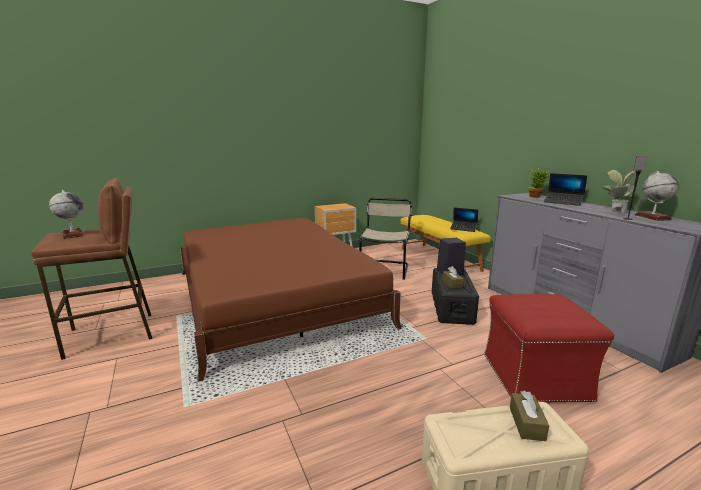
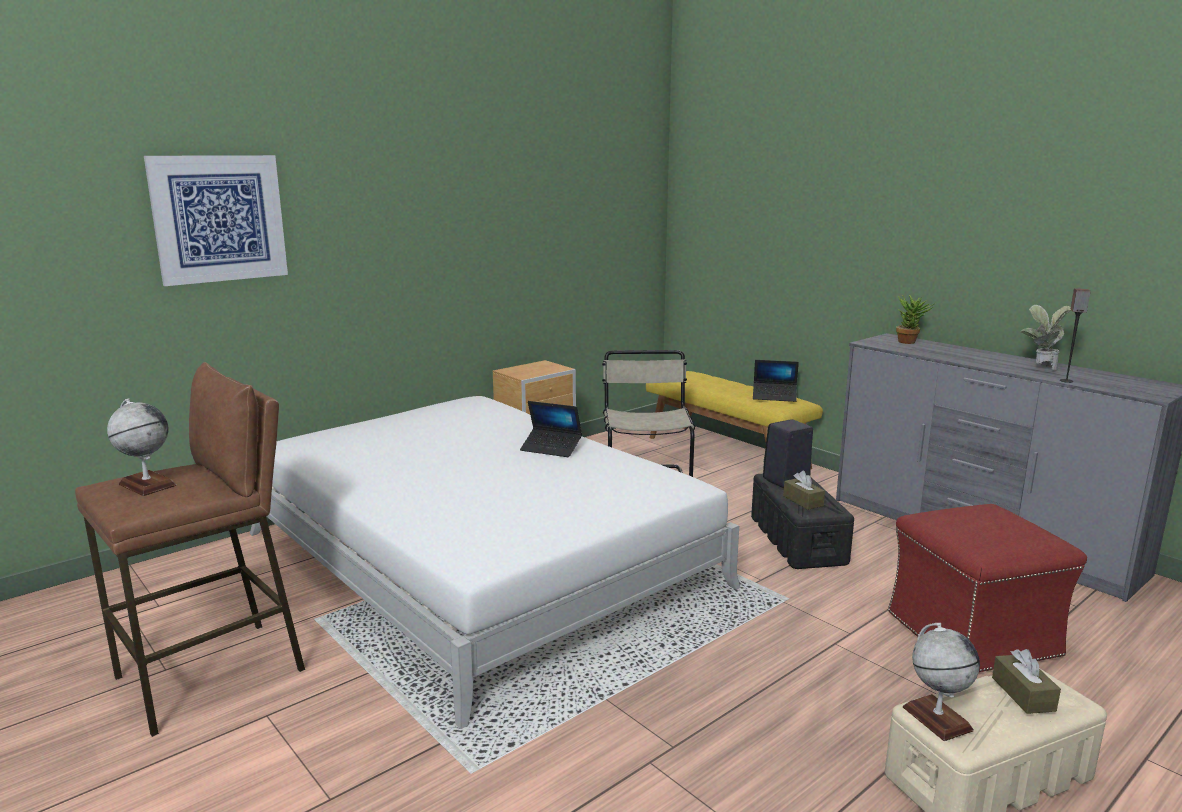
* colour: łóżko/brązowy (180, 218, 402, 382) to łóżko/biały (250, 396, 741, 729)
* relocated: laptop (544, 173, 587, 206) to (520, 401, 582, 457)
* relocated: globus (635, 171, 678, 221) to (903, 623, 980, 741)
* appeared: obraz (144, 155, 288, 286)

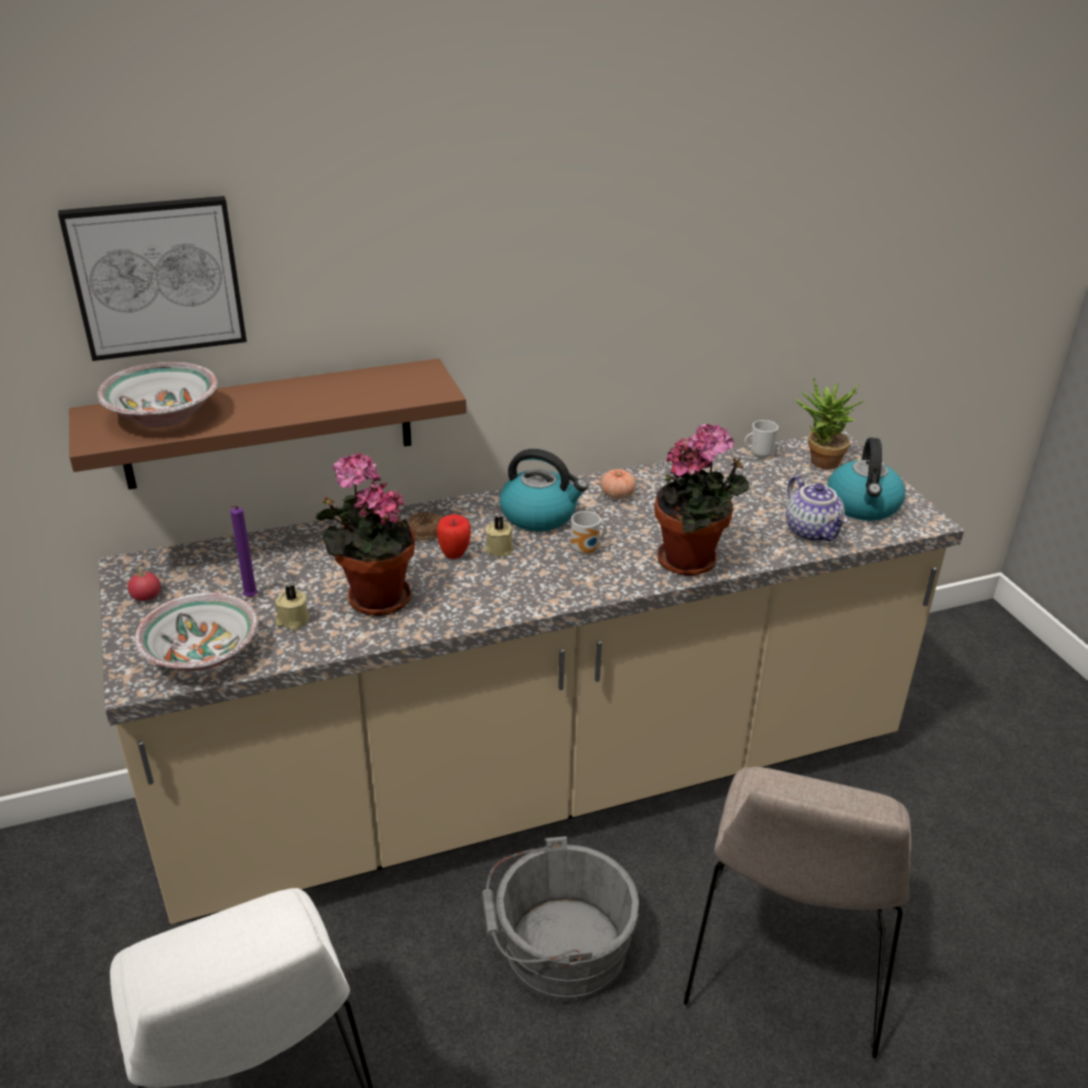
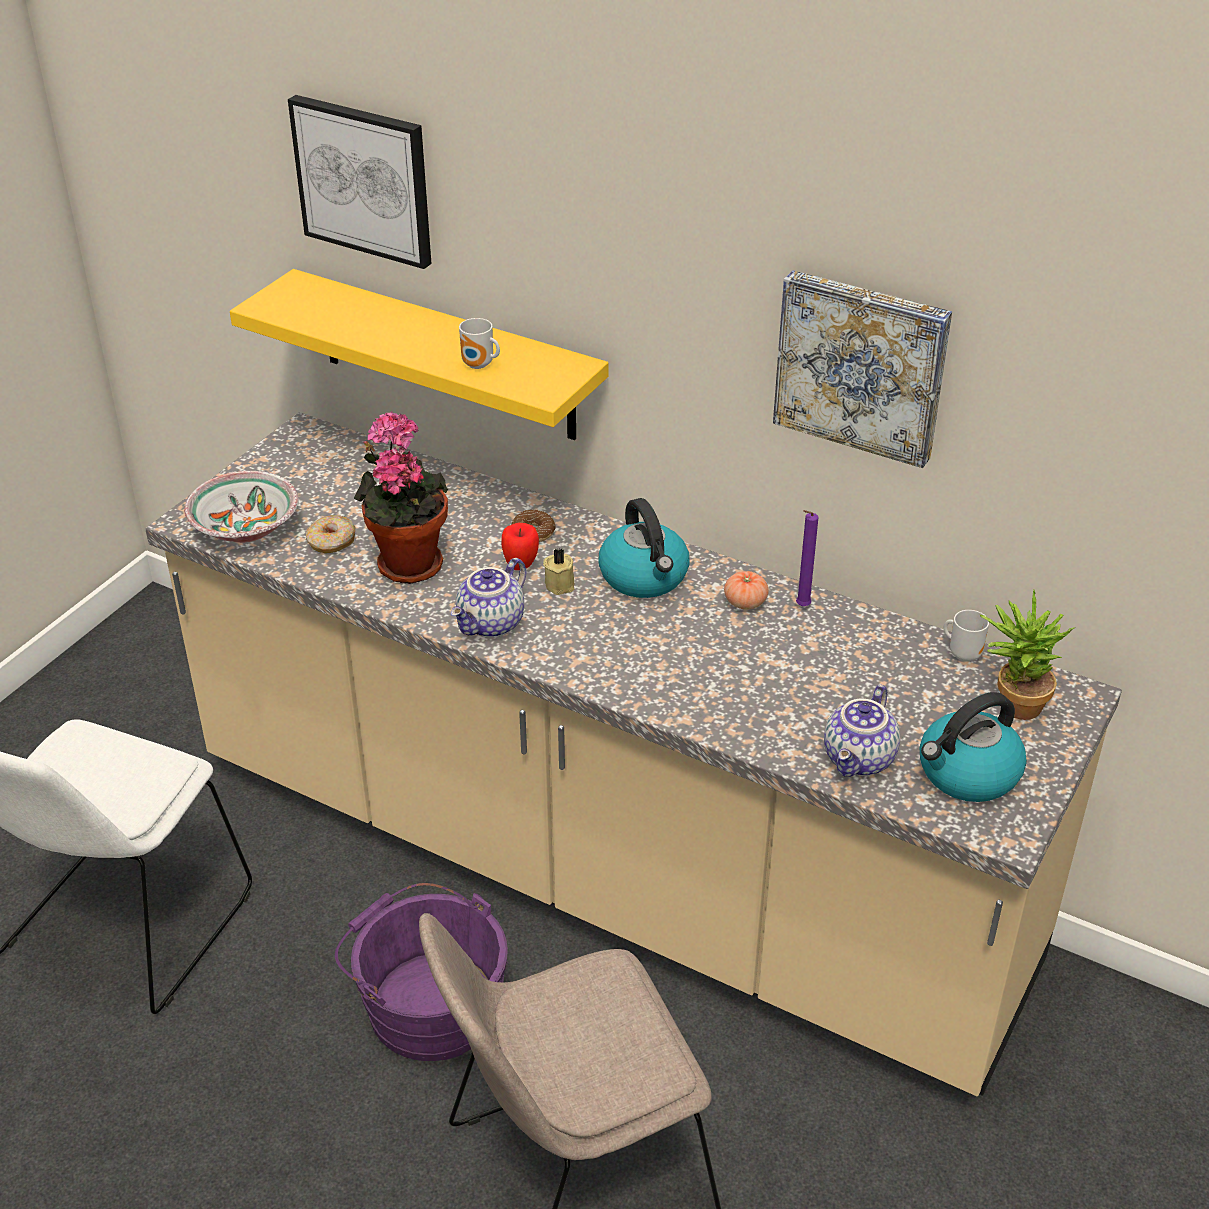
* colour: półka/brązowy (69, 359, 466, 489) to półka/żółty (230, 269, 609, 440)
* missing: miska (97, 362, 218, 428)
* missing: pomidor (128, 567, 161, 601)
* relocated: świeca/fioletowy (230, 505, 258, 597) to (796, 510, 819, 606)
* exchanged: świeca/beżowy (275, 584, 310, 630) to donut (306, 515, 355, 553)
* colour: wiadro/szary (482, 836, 639, 1003) to wiadro/fioletowy (335, 883, 508, 1061)
* relocated: kubek (571, 511, 607, 555) to (459, 318, 500, 369)
* missing: roślina doniczkowa (654, 424, 749, 576)
* appeared: imbryk (451, 558, 526, 638)
* appeared: obraz (773, 270, 952, 468)

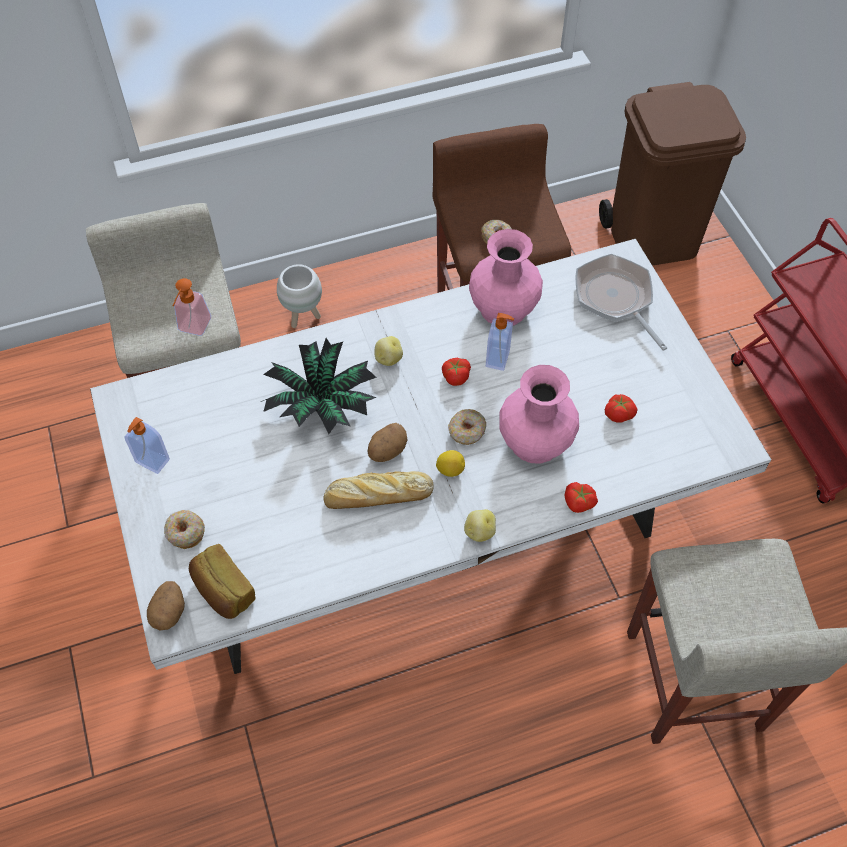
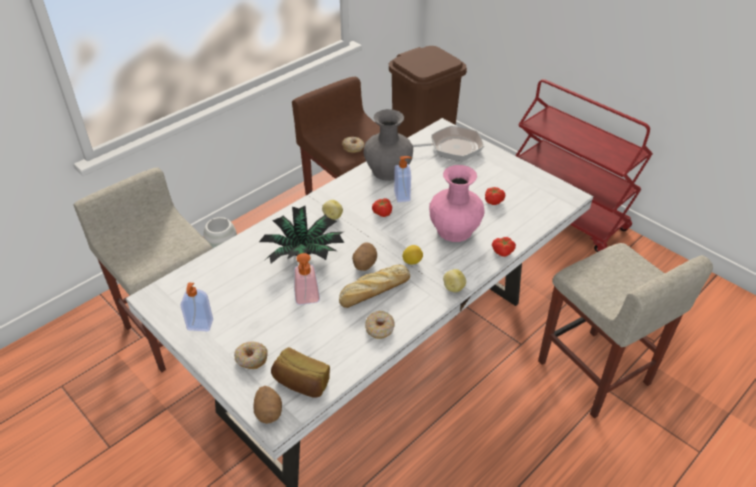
* relocated: dozownik mydła (173, 278, 211, 336) to (294, 253, 320, 305)
* relocated: donut (448, 409, 486, 445) to (365, 311, 395, 339)
* colour: wazon/różowy (469, 229, 543, 325) to wazon/szary (364, 109, 413, 181)
* spun: patelnia (576, 254, 667, 351) = (412, 126, 484, 161) 135 degrees clockwise

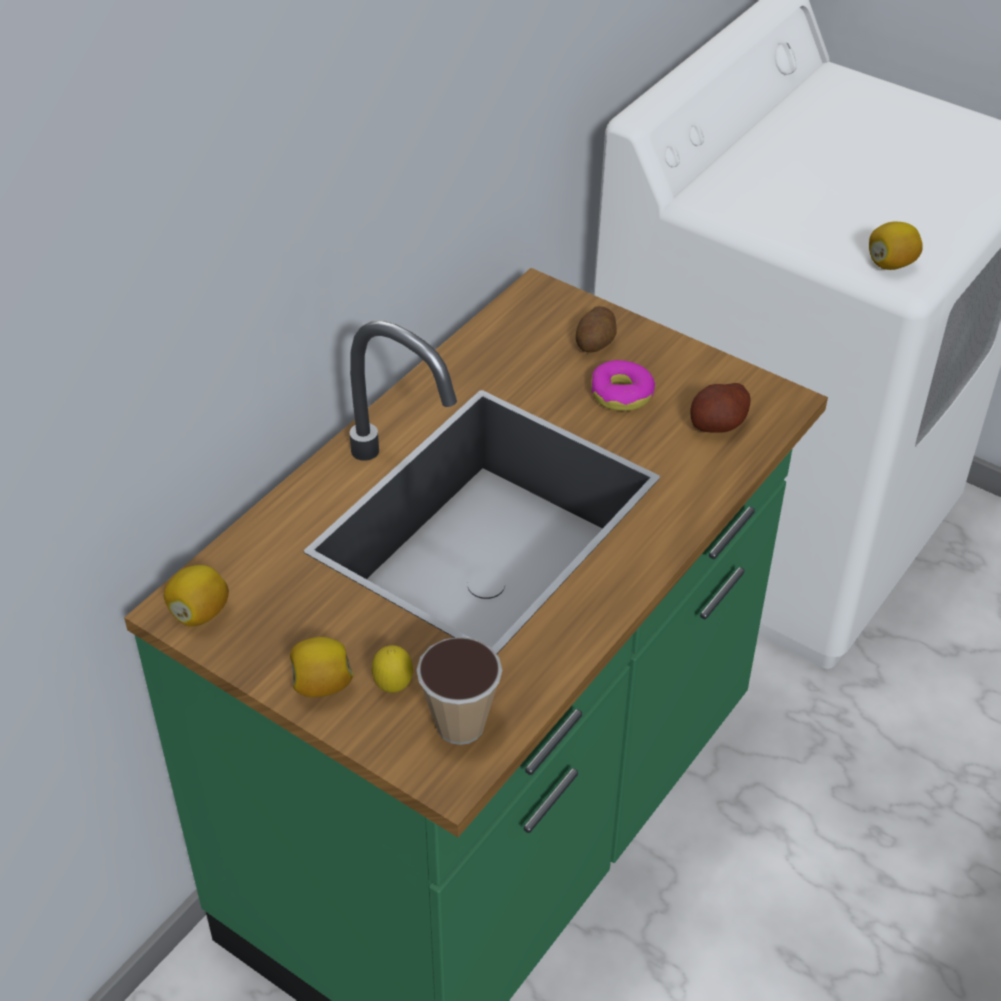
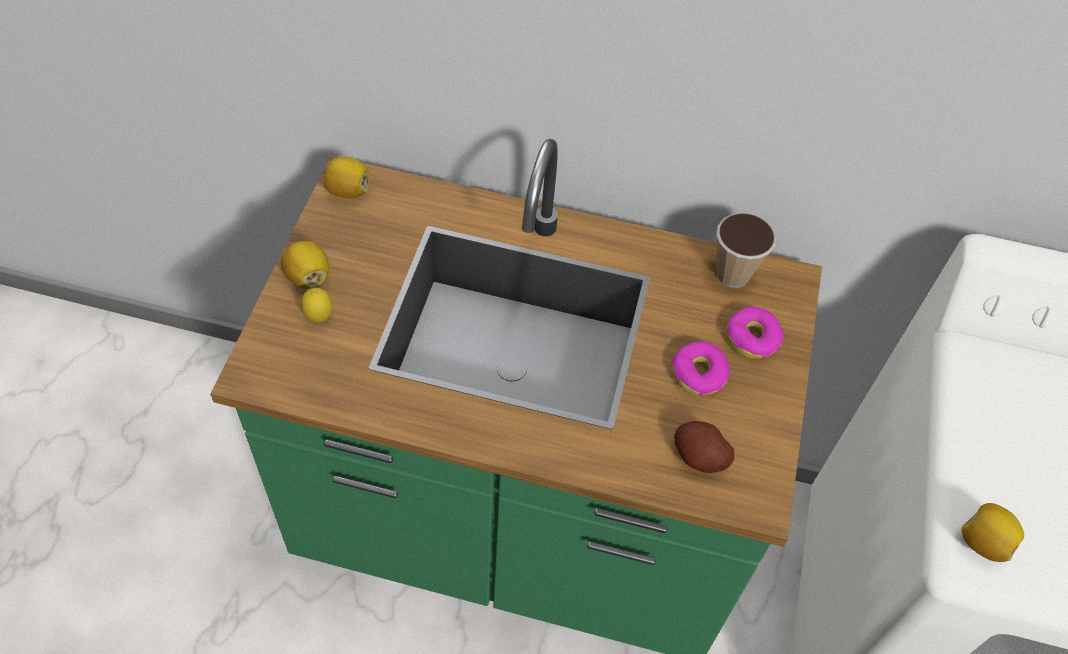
* relocated: filiżanka (416, 637, 502, 745) to (716, 213, 776, 288)
* exchanged: ziemniak (576, 306, 617, 352) to donut (726, 306, 783, 359)

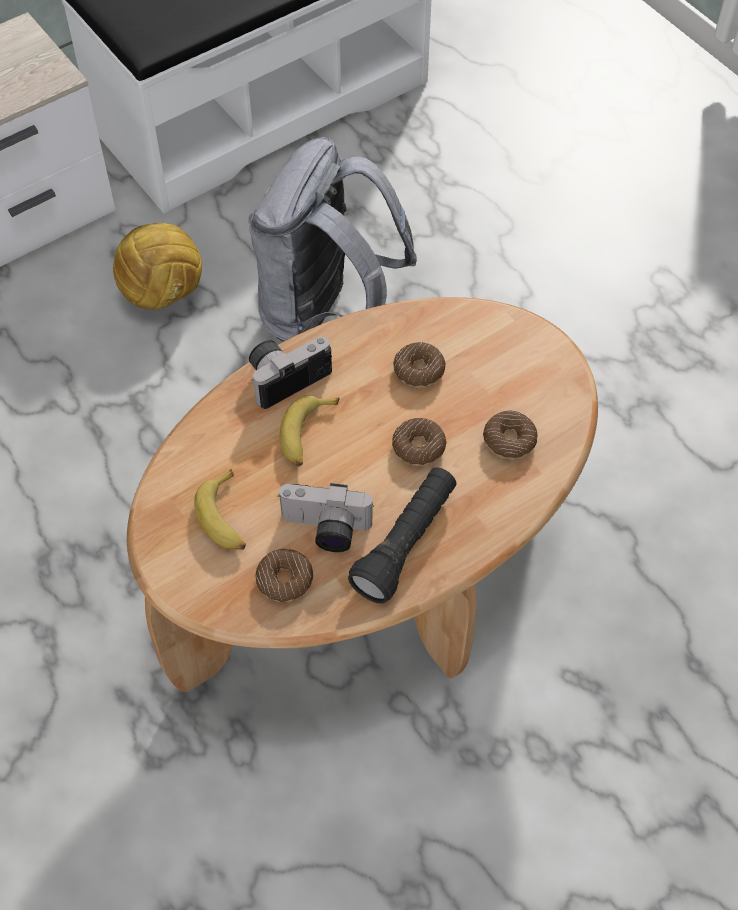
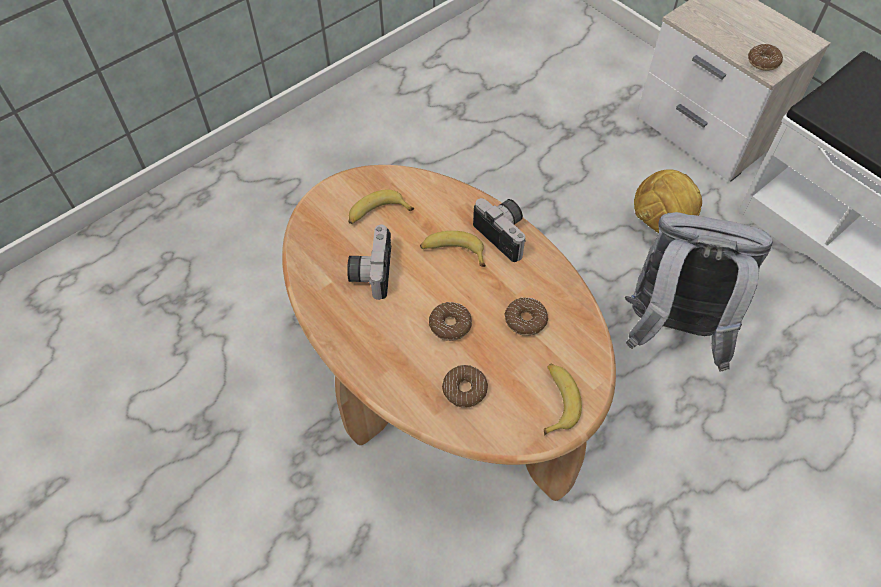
* relocated: donut (256, 549, 313, 602) to (748, 44, 783, 71)
* missing: latarka/czarny (348, 467, 457, 603)
* appeared: banan (544, 364, 582, 435)

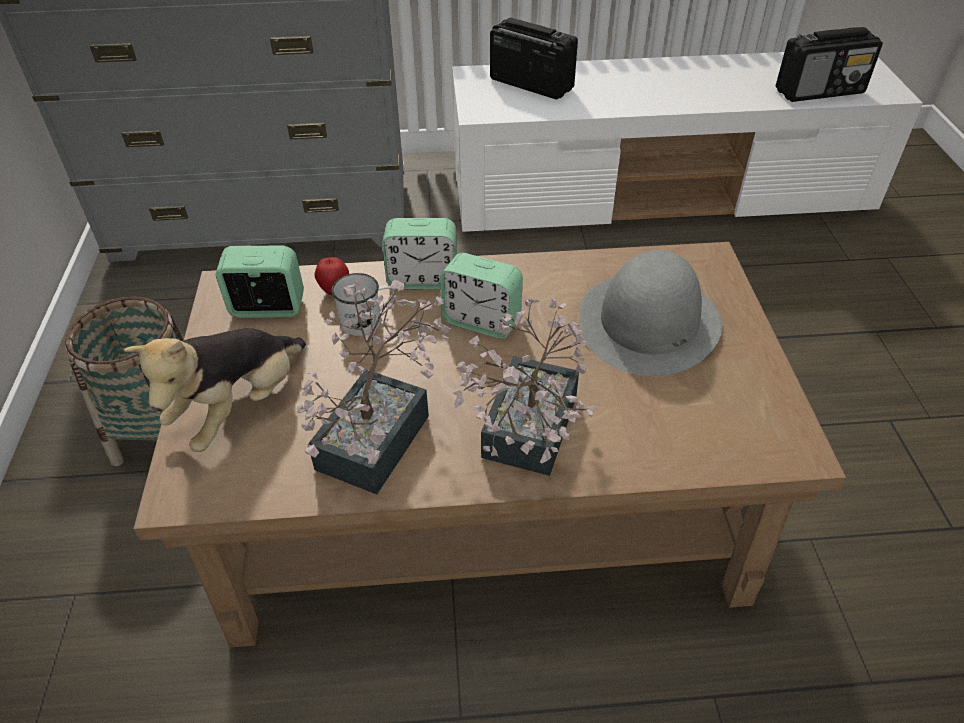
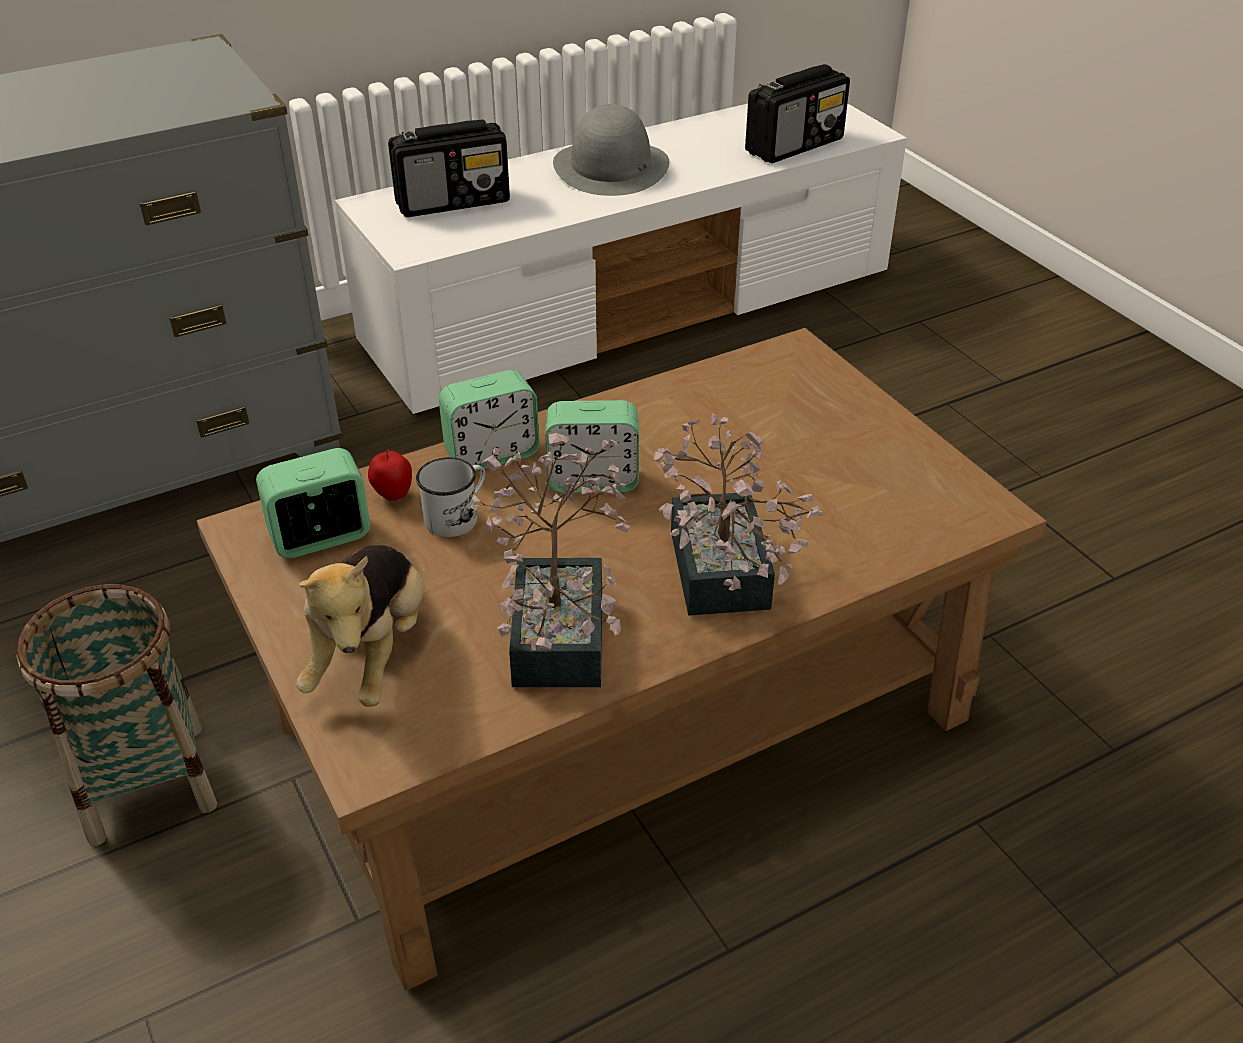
* spun: radio (490, 18, 578, 99) = (388, 119, 510, 217) 150 degrees clockwise
* relocated: kapelusz/szary (579, 250, 723, 376) to (553, 104, 669, 196)

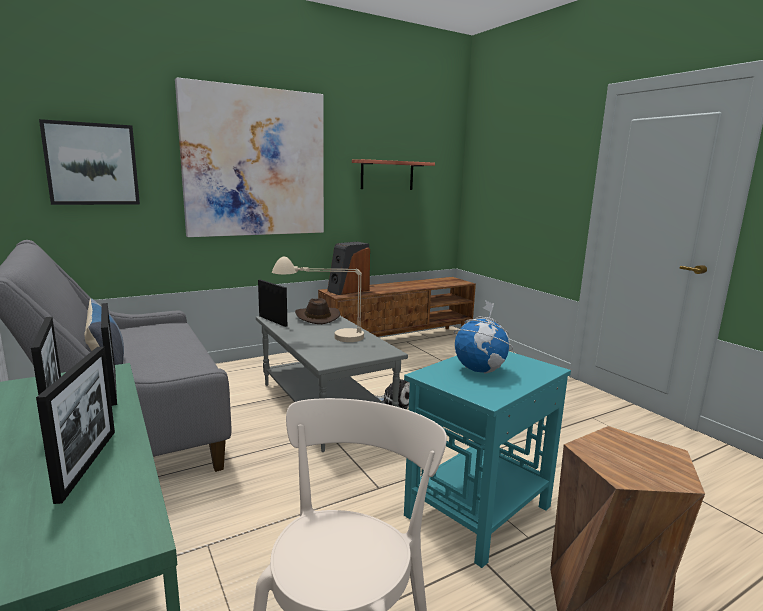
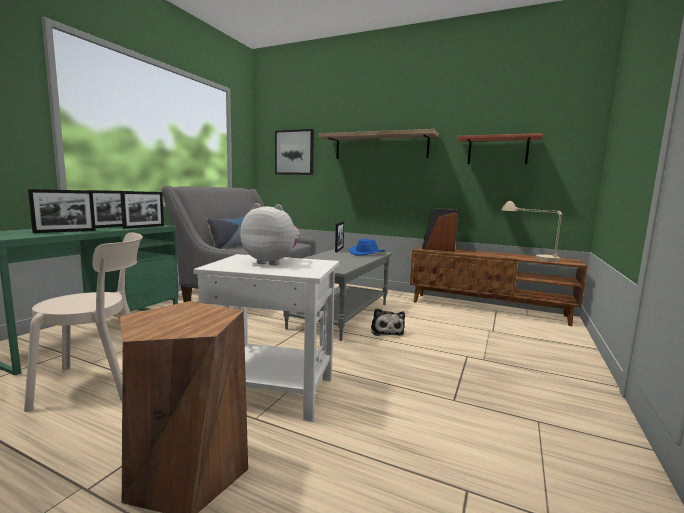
* exchanged: obraz (175, 77, 324, 237) to półka (319, 129, 439, 159)
* relocated: lampa stołowa/beżowy (272, 257, 364, 342) to (501, 201, 562, 262)
* colour: kapelusz/brązowy (295, 298, 340, 324) to kapelusz/niebieski (349, 239, 385, 255)
* colour: stolik/turkusowy (404, 351, 571, 568) to stolik/biały (193, 254, 339, 422)
* exchanged: globus (454, 300, 513, 373) to pluszak (240, 203, 300, 265)

